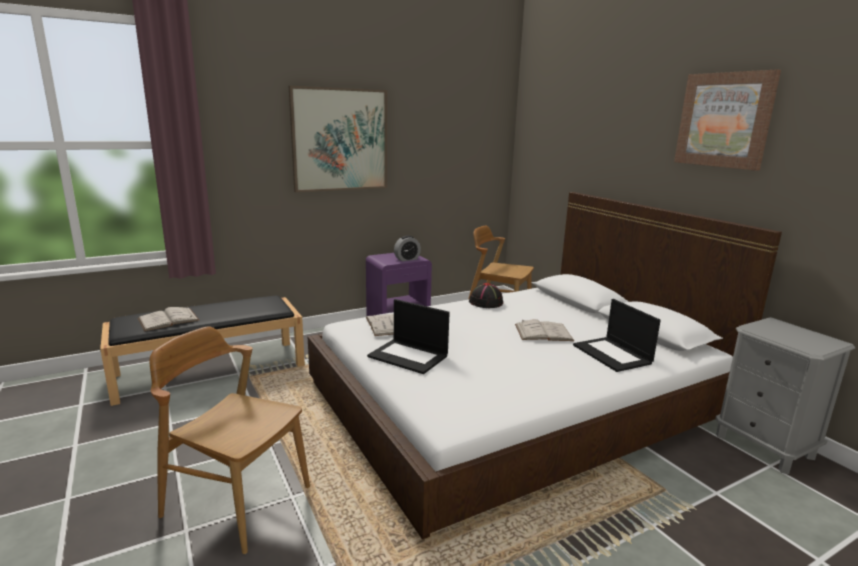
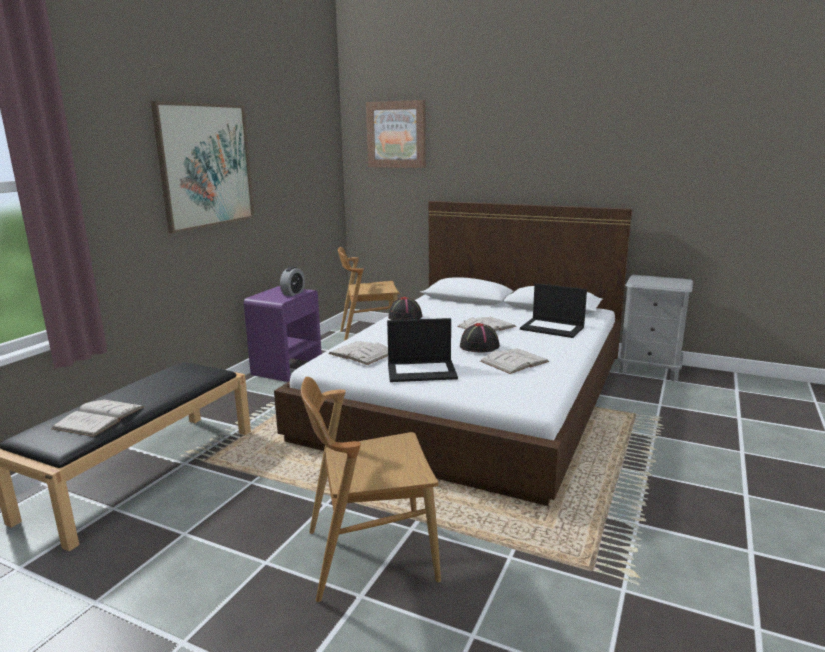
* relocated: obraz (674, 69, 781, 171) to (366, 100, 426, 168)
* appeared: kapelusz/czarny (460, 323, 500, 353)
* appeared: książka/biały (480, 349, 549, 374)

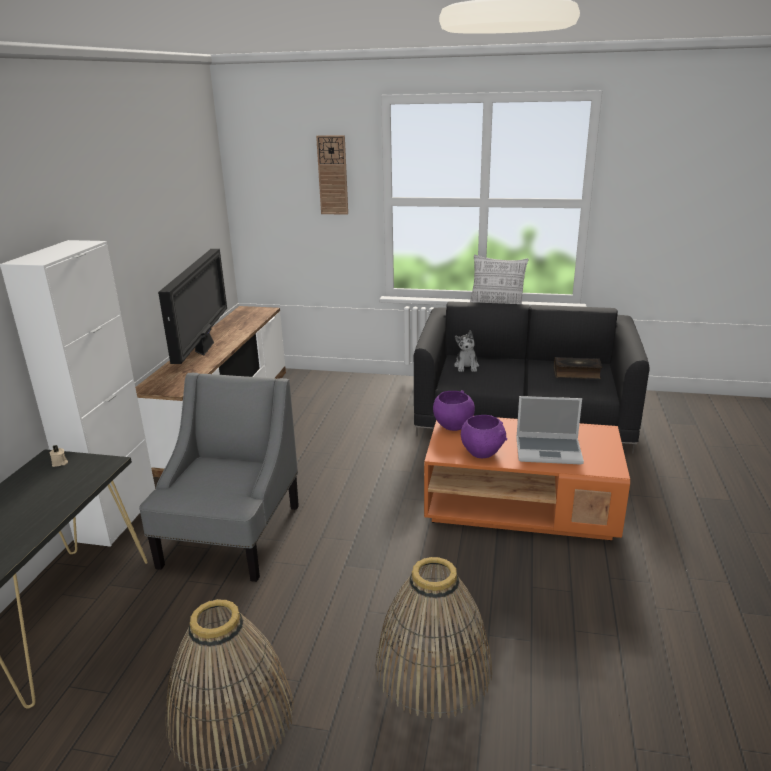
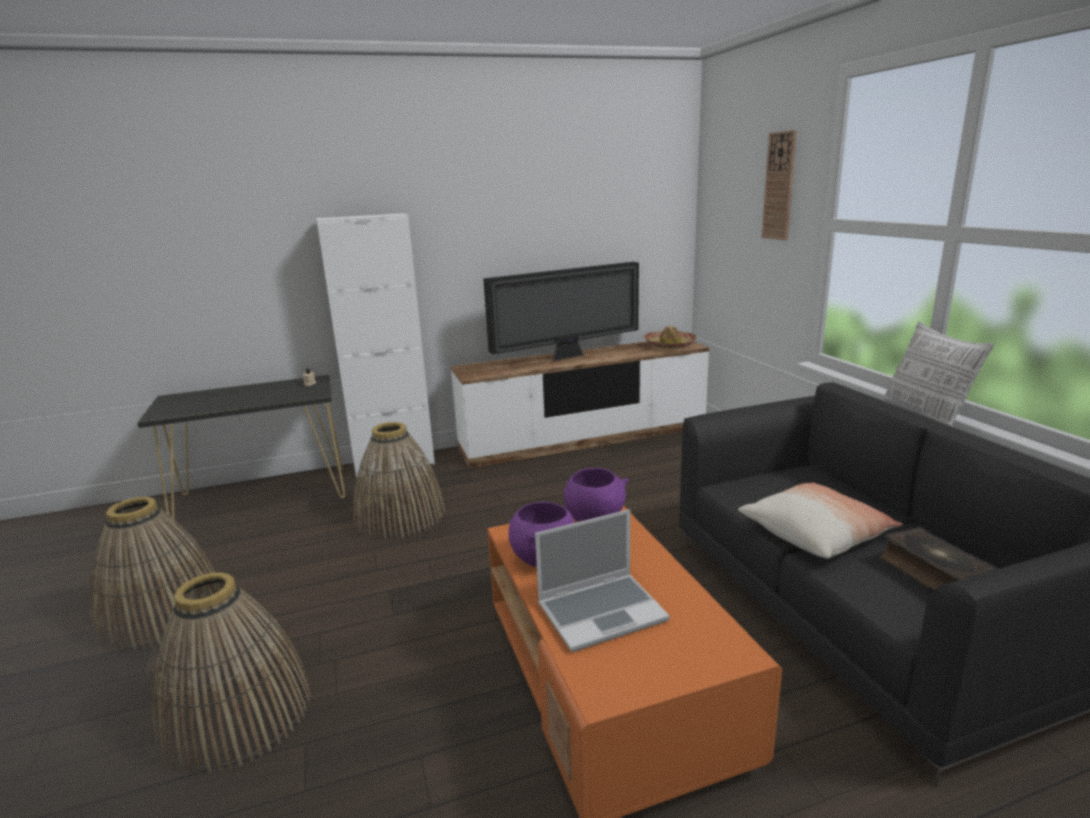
* exchanged: fotel/szary (139, 373, 299, 582) to koszyk (353, 422, 445, 539)
* missing: pluszak (454, 330, 479, 372)
* spun: laptop (516, 396, 584, 465) = (535, 509, 670, 652) 90 degrees counterclockwise
* appeared: kapelusz (644, 325, 697, 349)
* appeared: poduszka (738, 482, 903, 559)

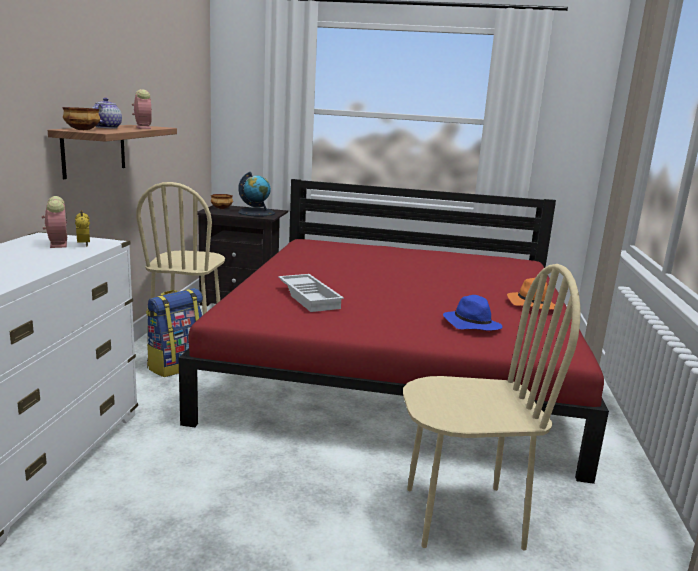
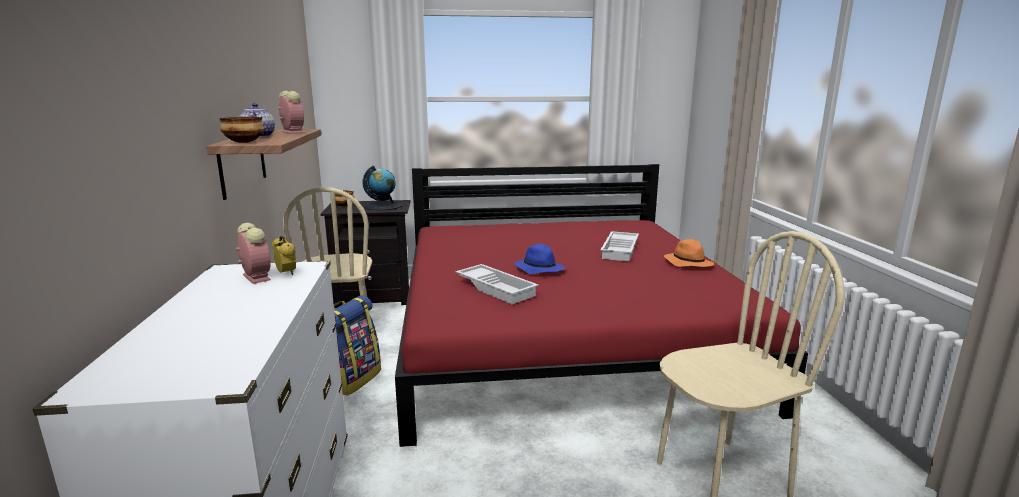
* relocated: kapelusz/niebieski (443, 295, 503, 331) to (514, 244, 565, 274)
* appeared: taca/biały (601, 231, 639, 261)

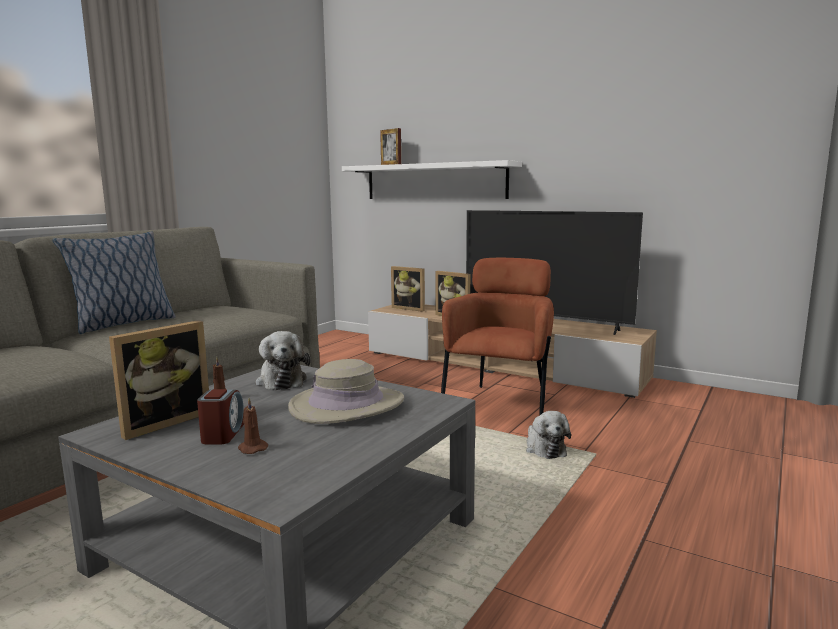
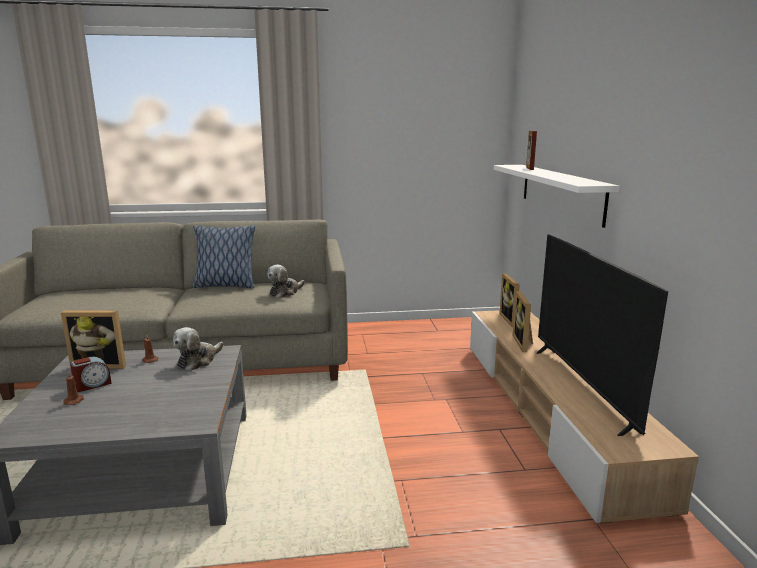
* missing: kapelusz/beżowy (288, 359, 404, 424)
* missing: fotel/brązowy (441, 258, 554, 416)
* relocated: pluszak (526, 411, 571, 459) to (267, 265, 305, 298)

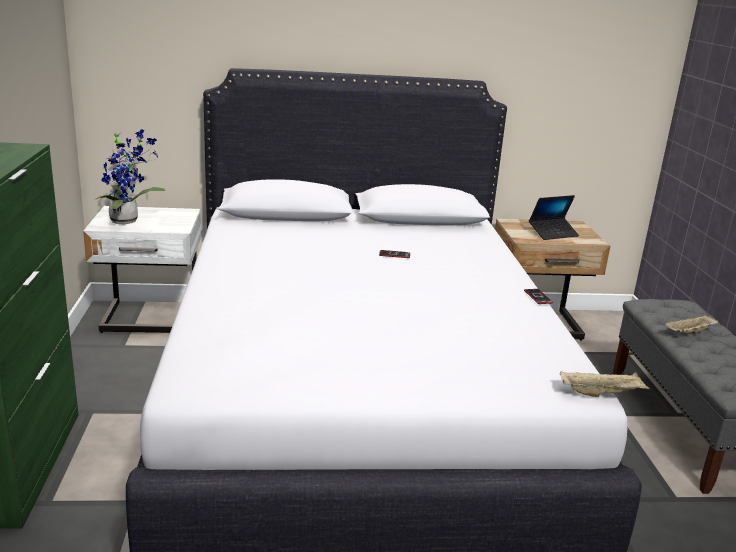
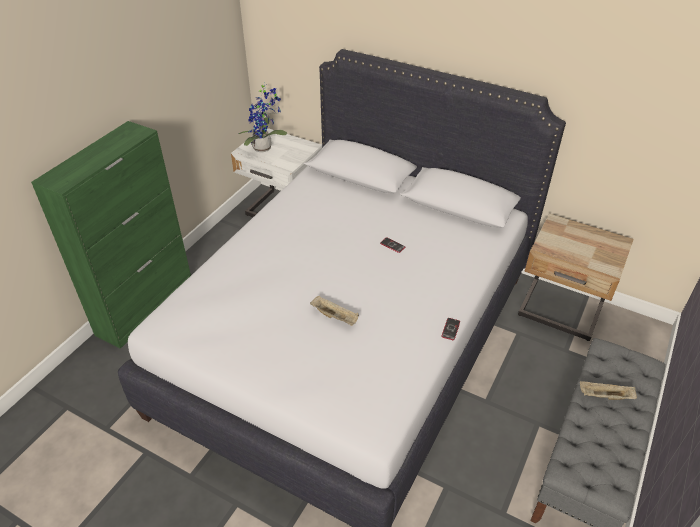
* missing: laptop (529, 195, 579, 240)
* relocated: taca/beżowy (560, 371, 650, 397) to (310, 296, 359, 326)

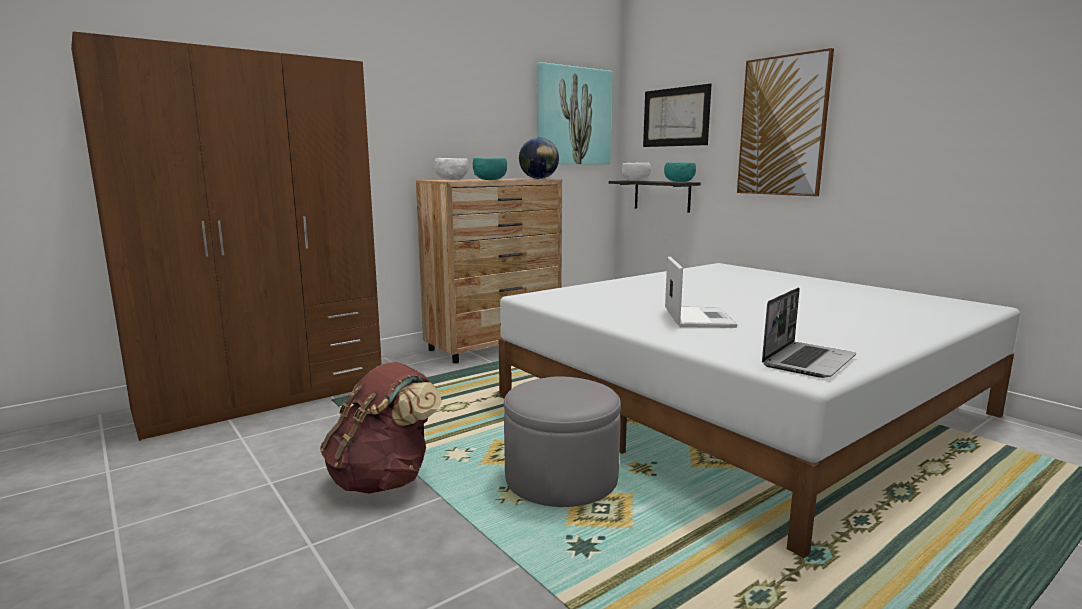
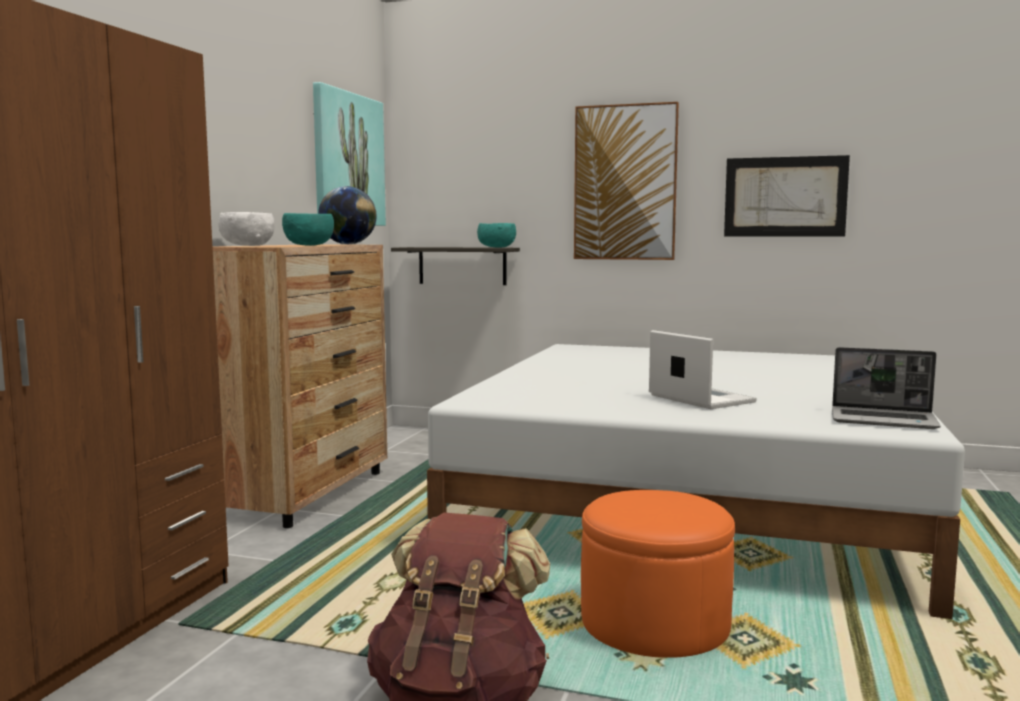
* colour: pufa/szary (504, 377, 621, 507) to pufa/pomarańczowy (581, 490, 735, 658)
* missing: miska/biały (622, 163, 651, 181)
* relocated: obraz (643, 84, 712, 147) to (724, 155, 850, 237)
* spun: laptop (762, 287, 856, 378) = (832, 347, 941, 429) 105 degrees clockwise

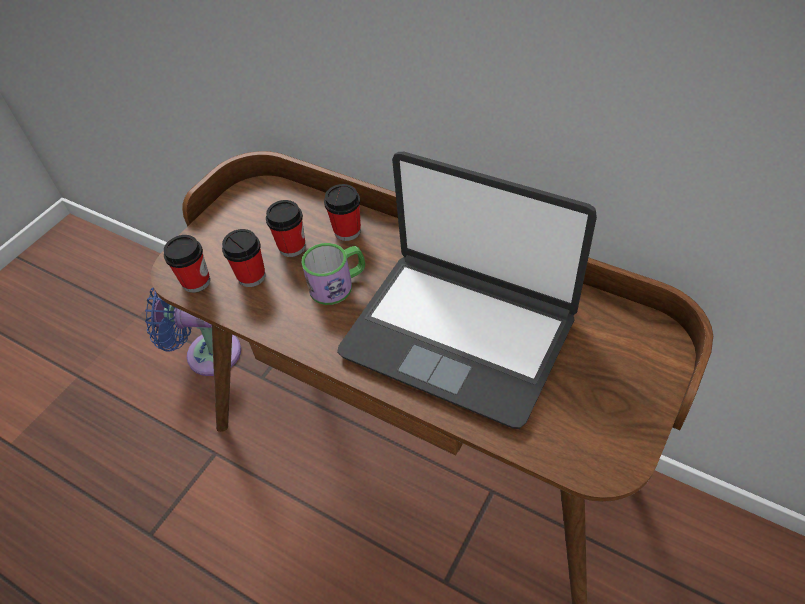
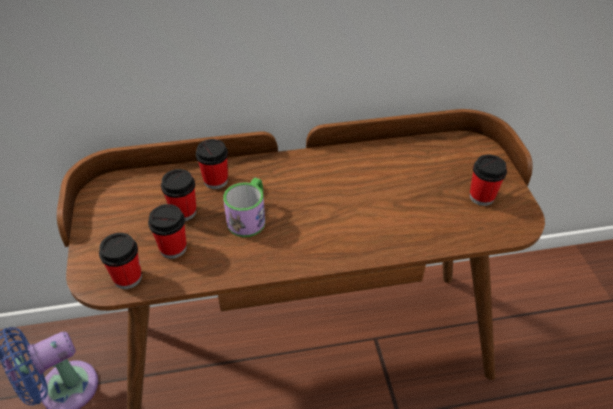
* missing: laptop (337, 152, 597, 429)
* appeared: filiżanka (470, 155, 507, 206)

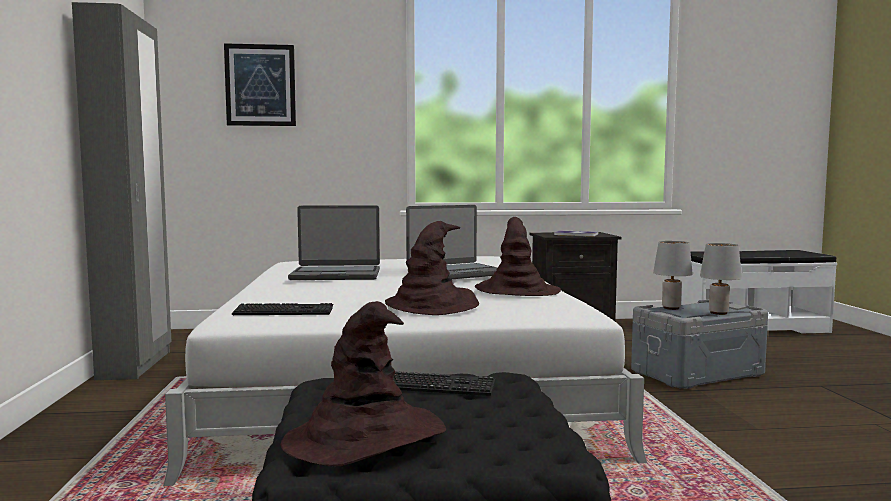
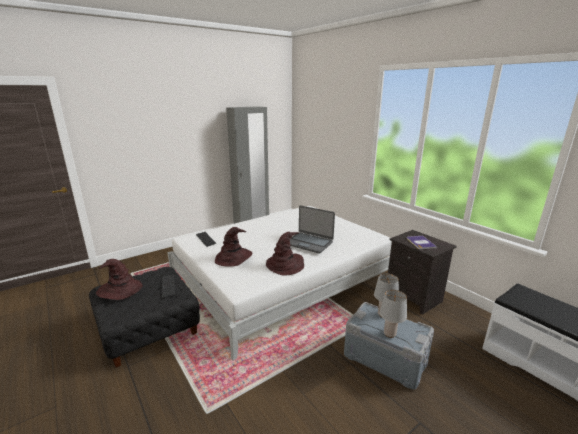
* missing: obraz (224, 43, 296, 126)
* missing: laptop (288, 205, 380, 280)

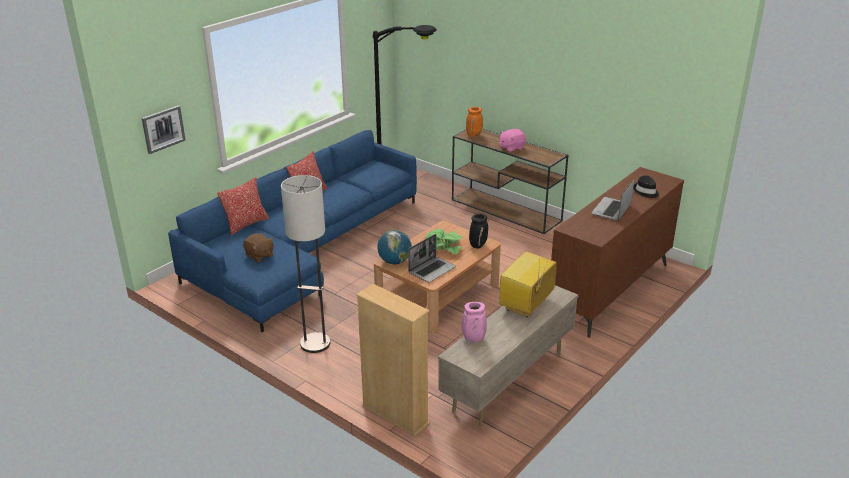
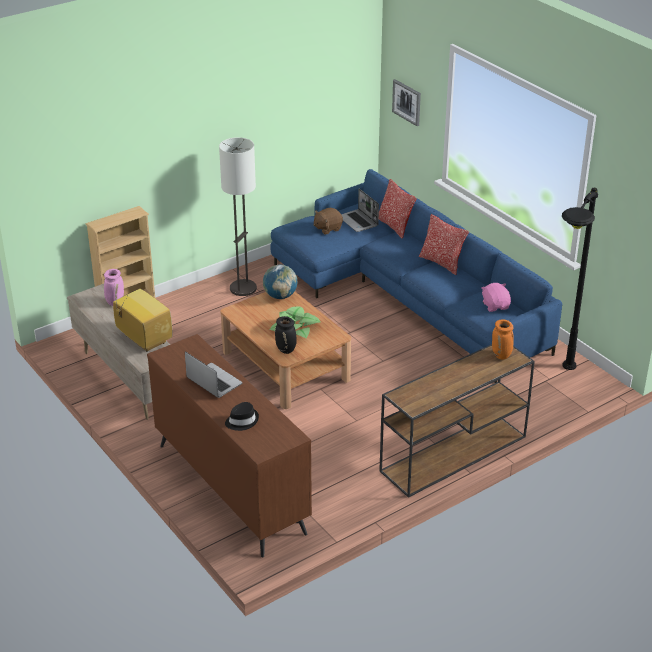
* relocated: laptop (408, 234, 456, 282) to (341, 189, 379, 232)
* relocated: pluszak/różowy (499, 129, 526, 152) to (481, 283, 511, 312)

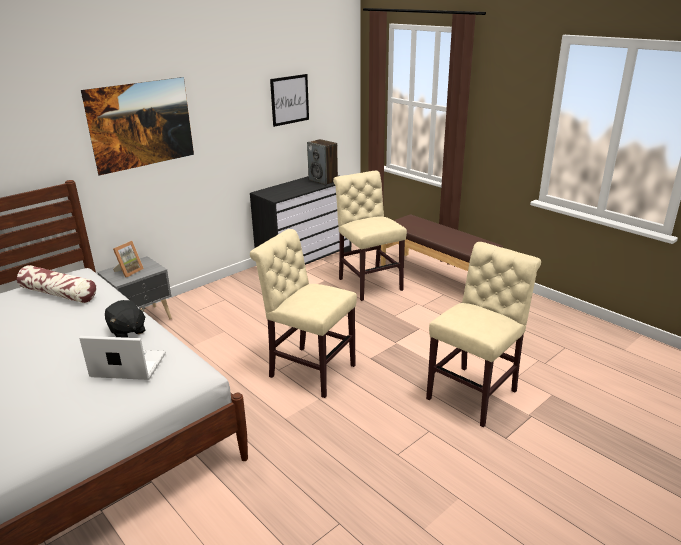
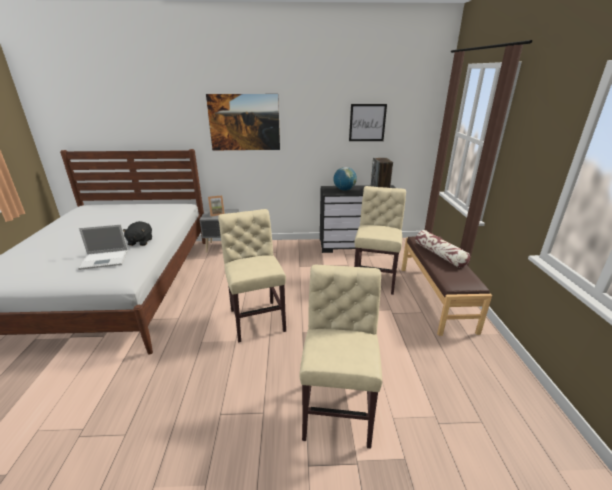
* relocated: poduszka (17, 265, 96, 303) to (415, 230, 470, 268)
* spun: laptop (79, 336, 166, 380) = (78, 224, 128, 270) 120 degrees clockwise
* spun: krzesło/beżowy (426, 242, 541, 427) = (299, 265, 382, 448) 75 degrees counterclockwise
* appeared: globus (333, 167, 357, 191)

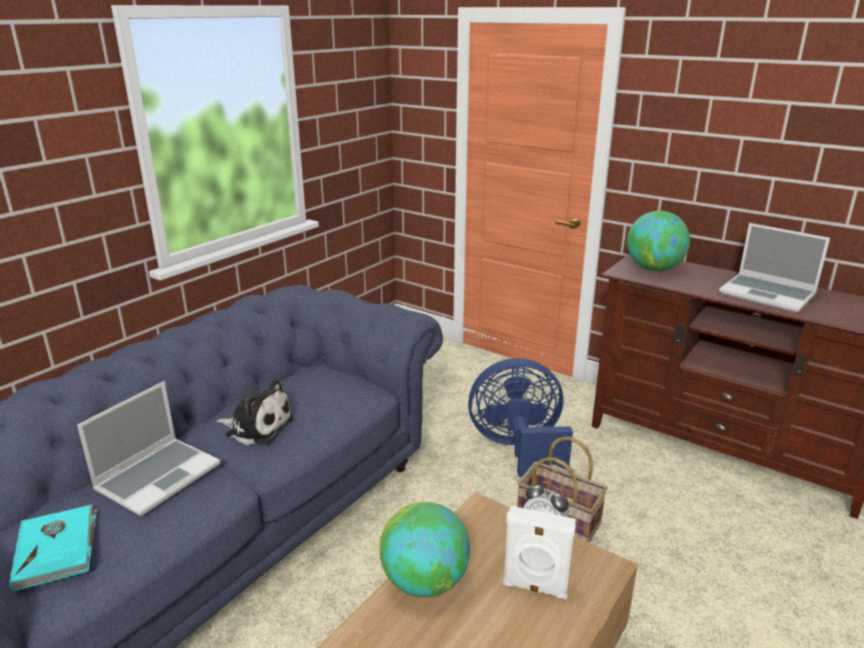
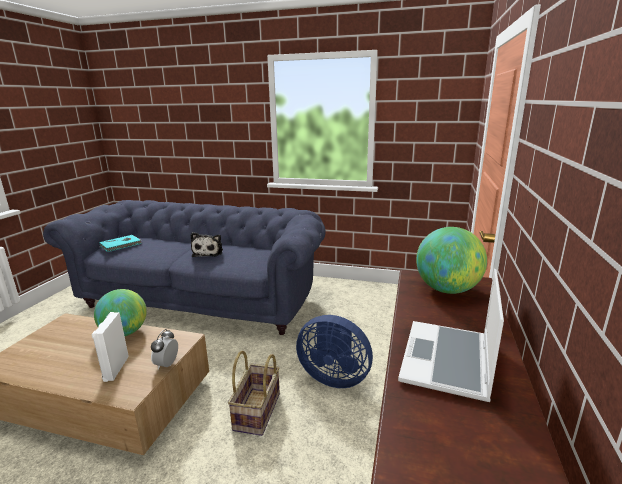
* missing: laptop (77, 381, 221, 516)
* spun: wentylator/niebieski (468, 358, 573, 477) = (296, 315, 373, 388) 135 degrees clockwise

